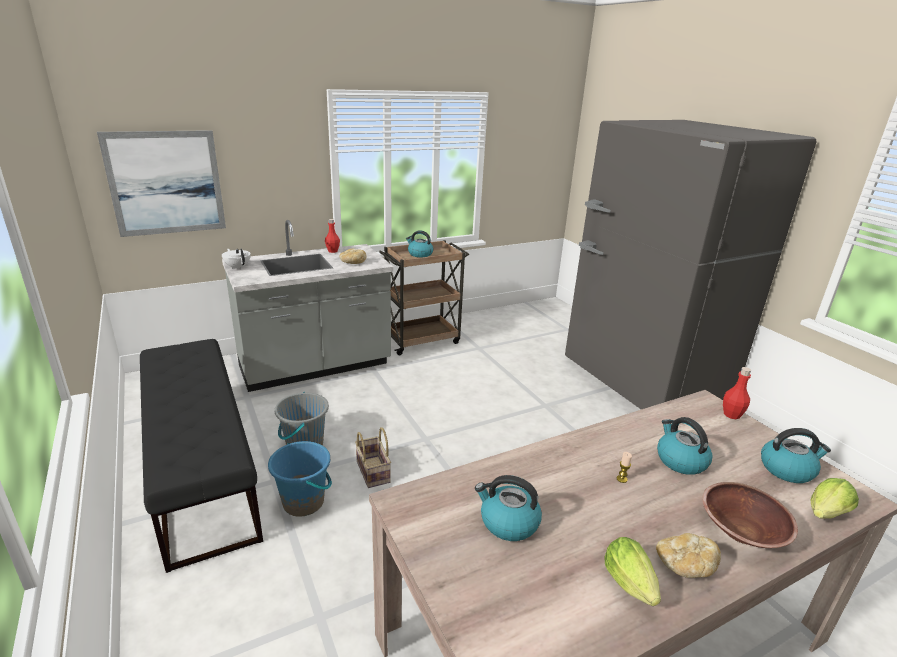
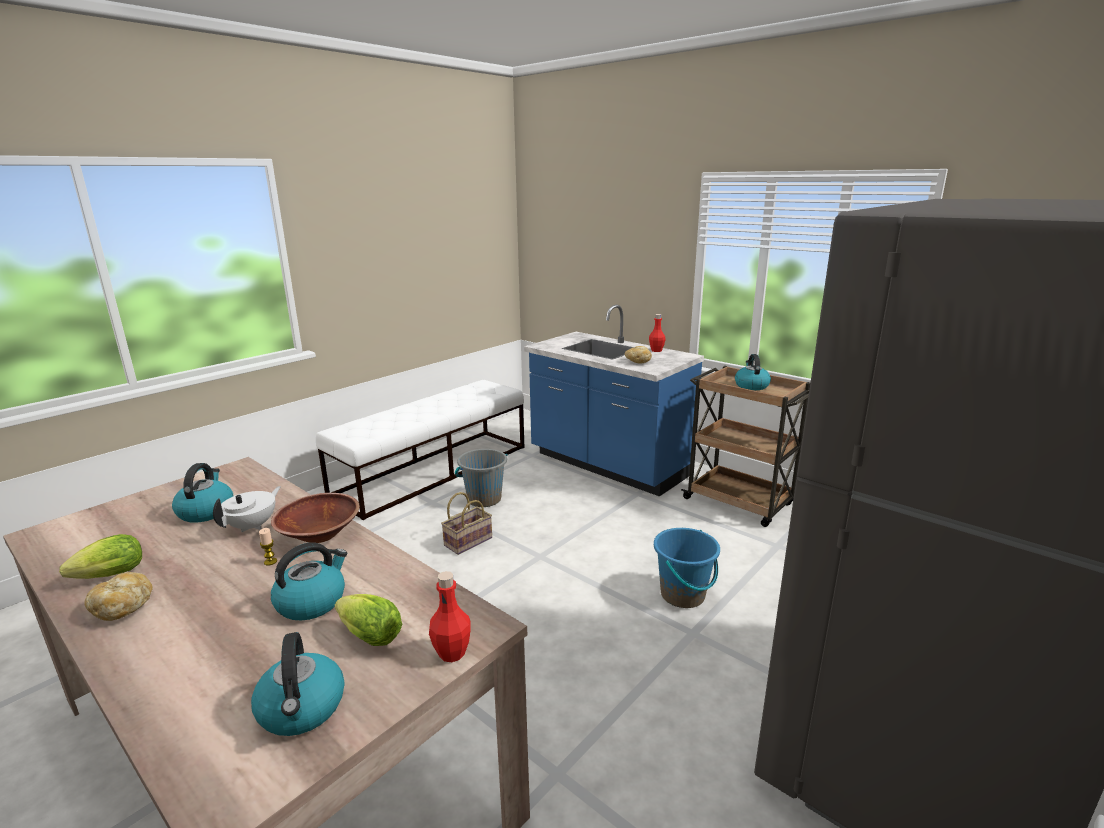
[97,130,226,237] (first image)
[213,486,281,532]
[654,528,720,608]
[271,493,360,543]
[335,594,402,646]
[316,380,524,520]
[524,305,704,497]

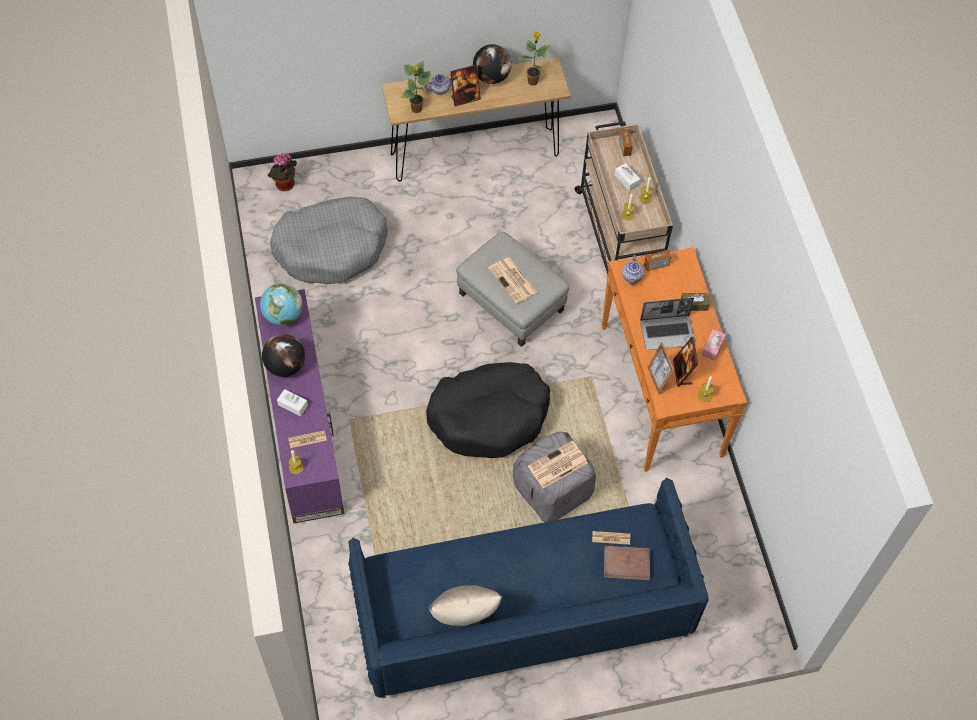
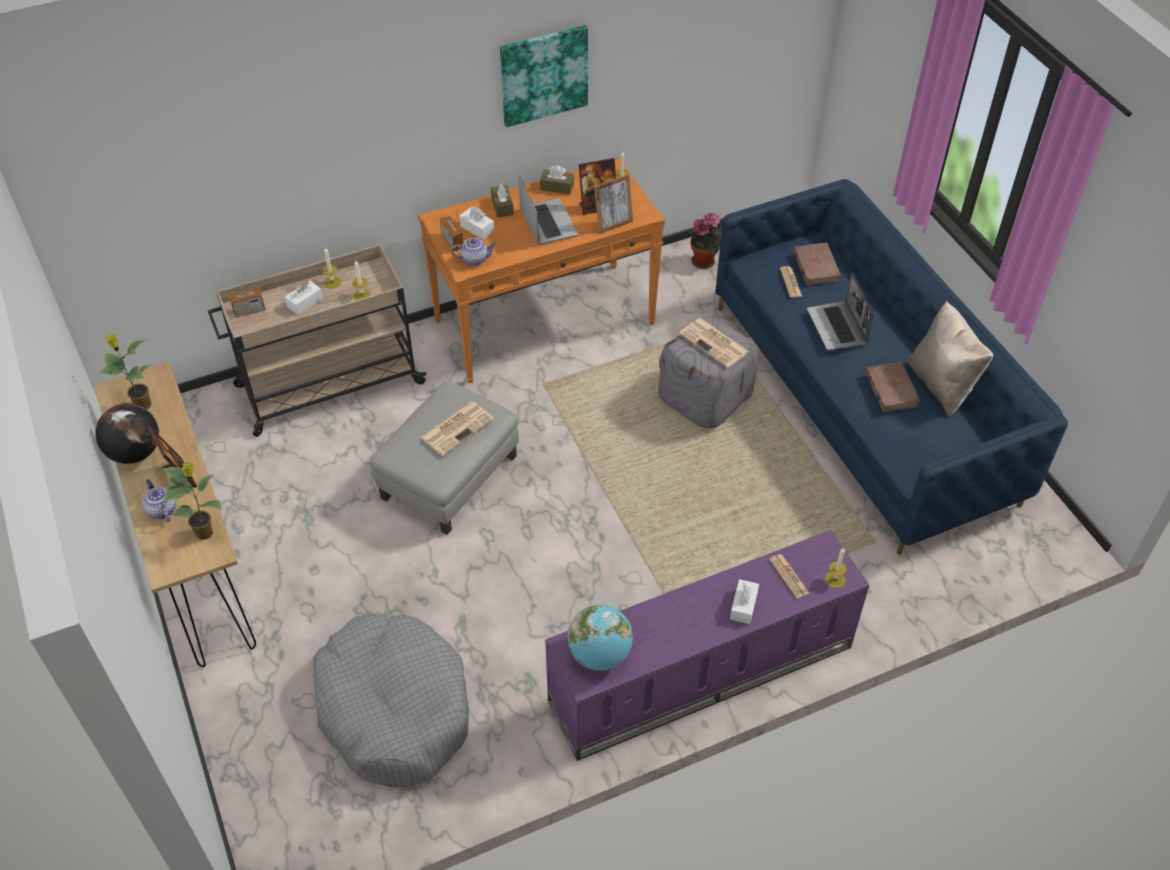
[262,334,305,377] (first image)
[426,362,550,458] (first image)
[459,207,494,240]
[500,25,588,127]
[807,273,874,350]
[865,362,920,412]
[689,213,722,269]
[540,165,574,194]

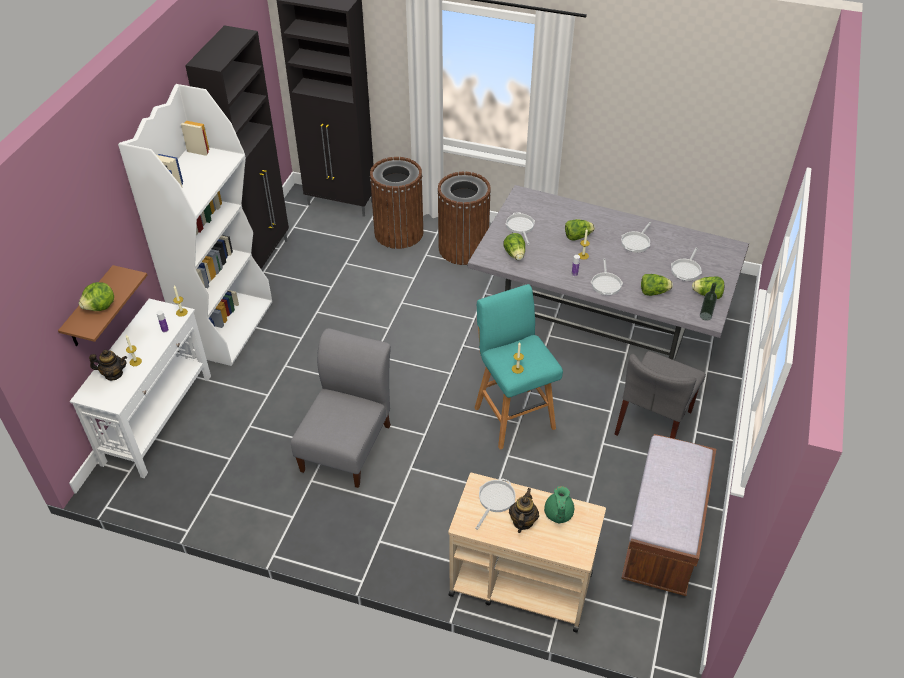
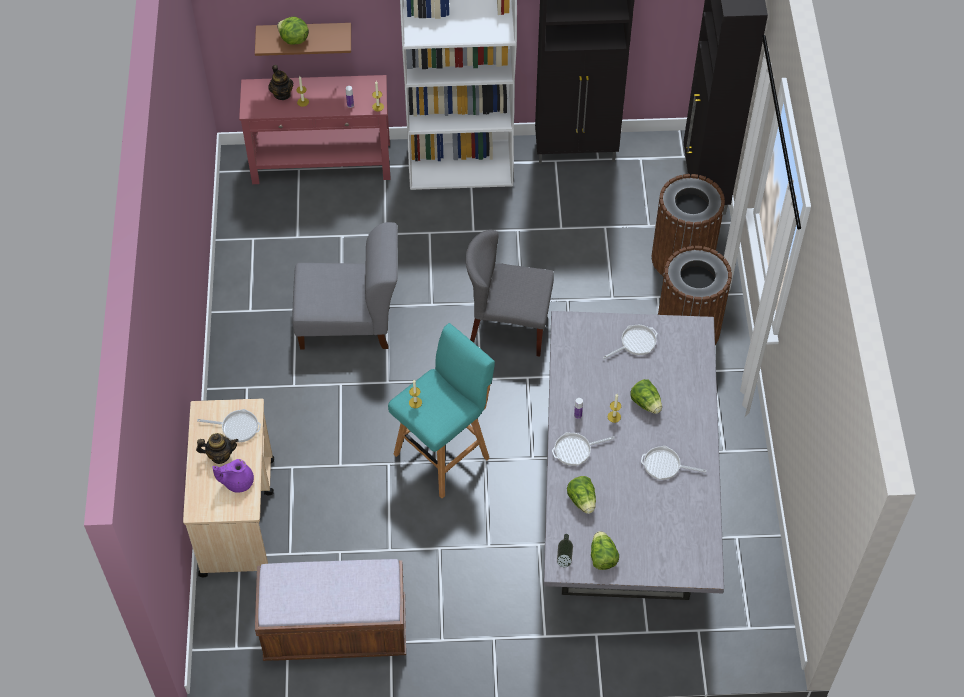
[503,233,525,260] (first image)
[671,247,702,281] (first image)
[466,230,554,357]
[239,75,390,184]
[212,459,254,493]

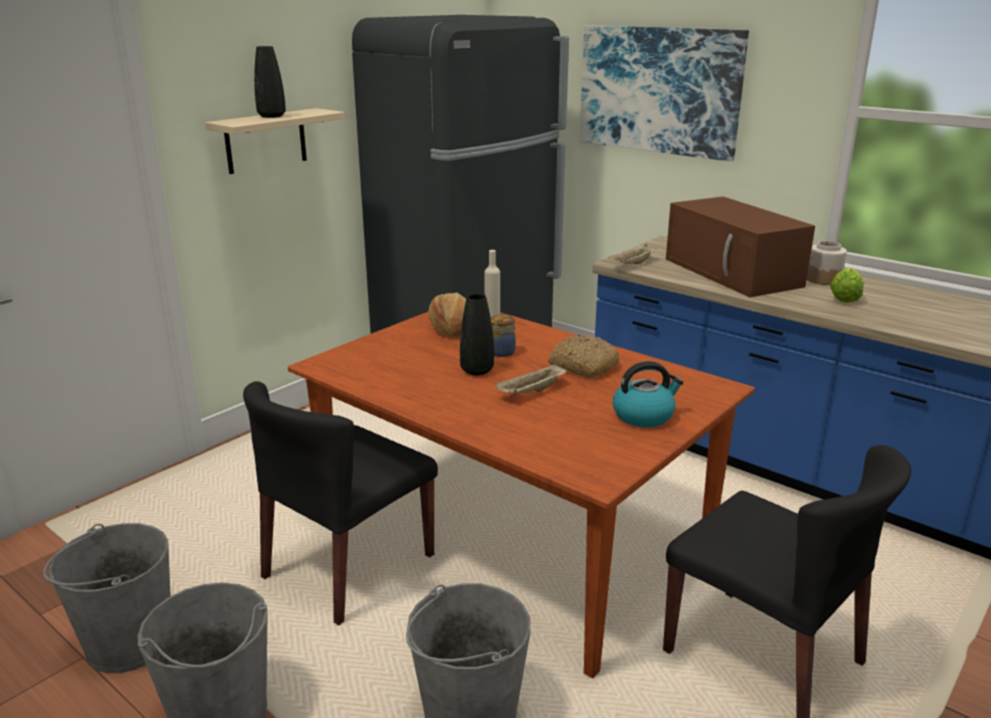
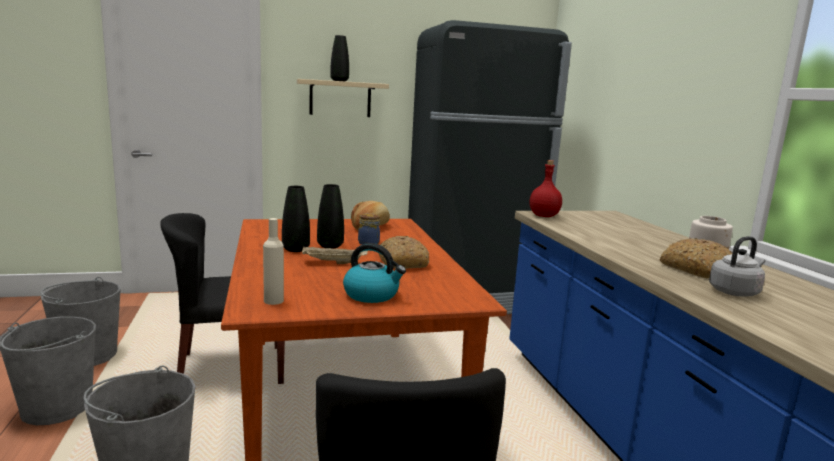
[580,25,749,162] (first image)
[666,197,815,297] (first image)
[282,186,310,252]
[709,236,765,296]
[263,218,284,305]
[530,160,562,217]
[660,238,732,278]

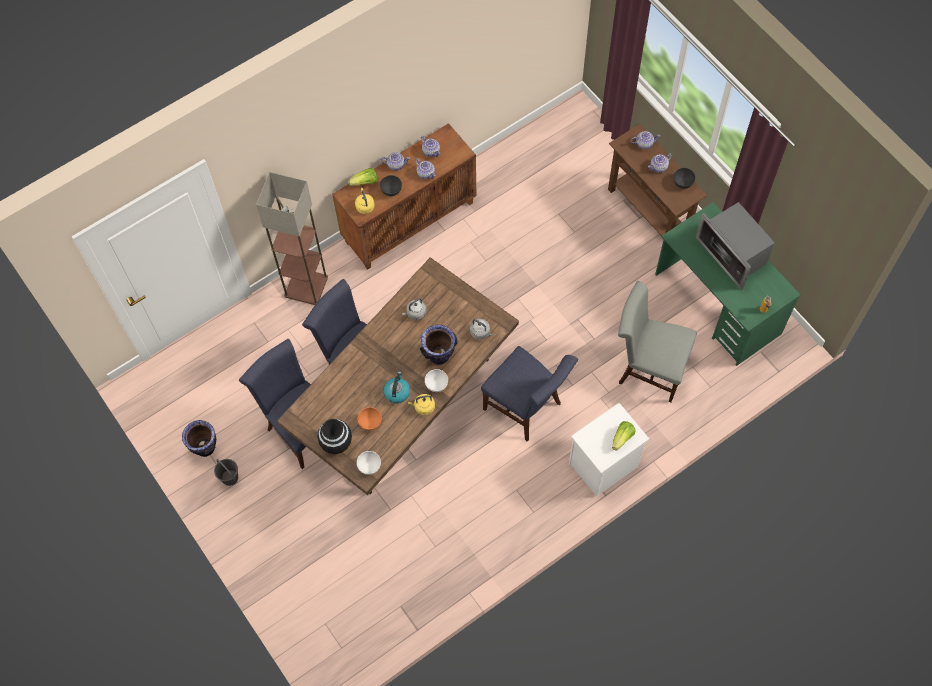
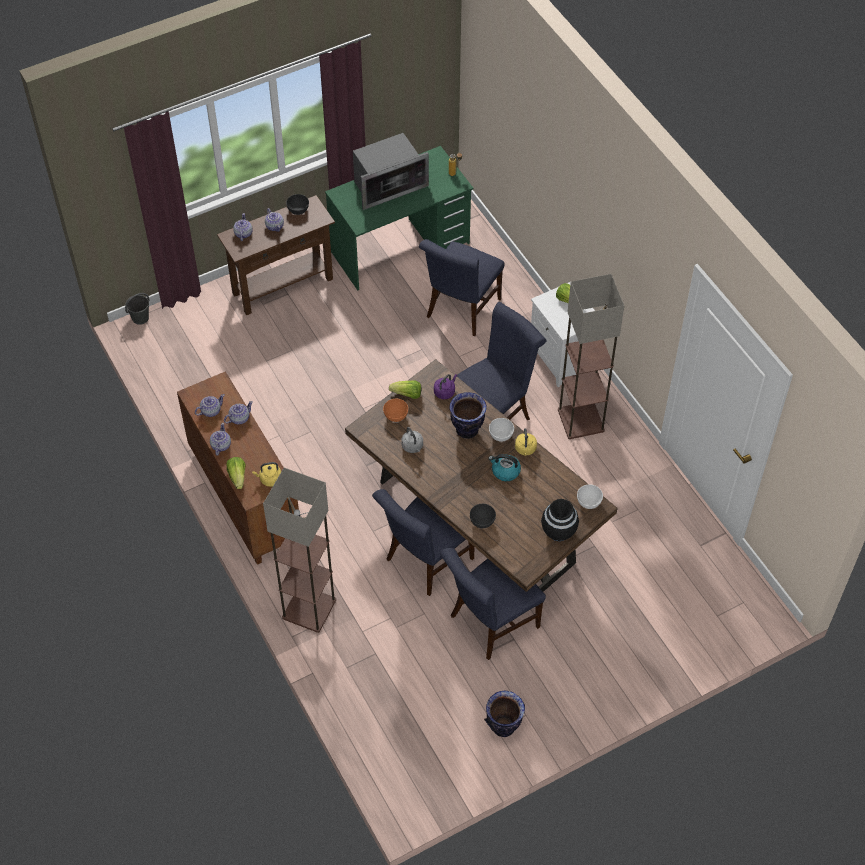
[389,381,421,399]
[558,274,624,439]
[125,293,149,325]
[383,399,408,422]
[470,504,496,528]
[434,374,457,399]
[419,239,505,336]

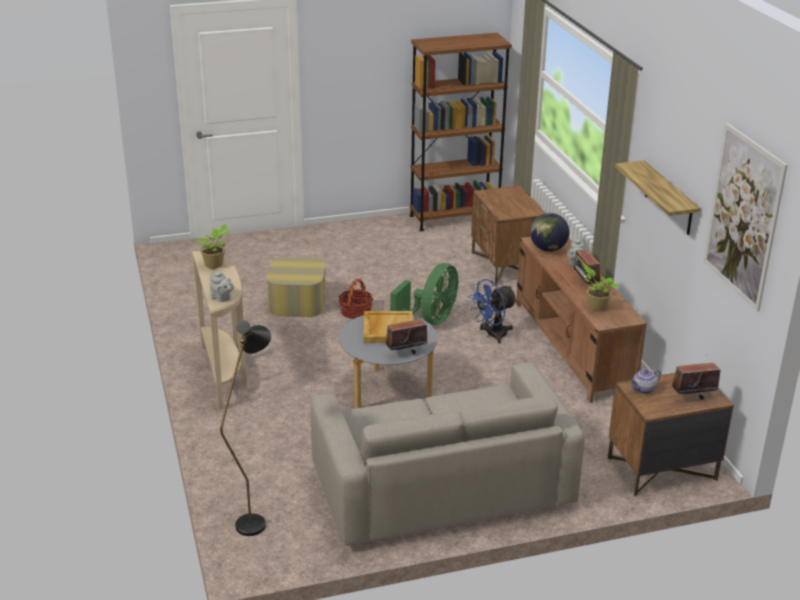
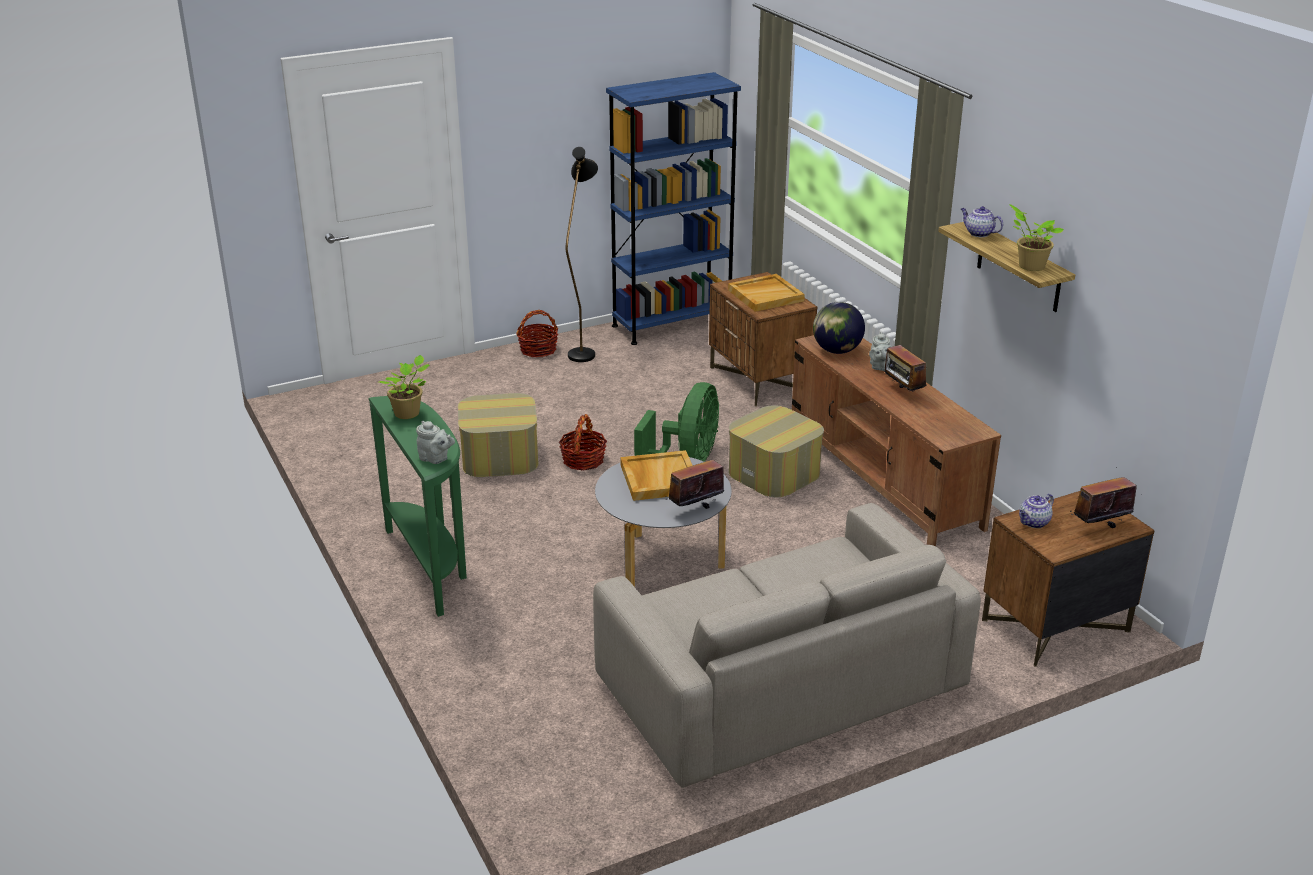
[704,123,788,312] (first image)
[516,310,558,358]
[728,274,805,312]
[961,206,1003,237]
[566,147,598,362]
[1009,204,1064,271]
[728,405,824,497]
[368,396,467,617]
[606,72,741,345]

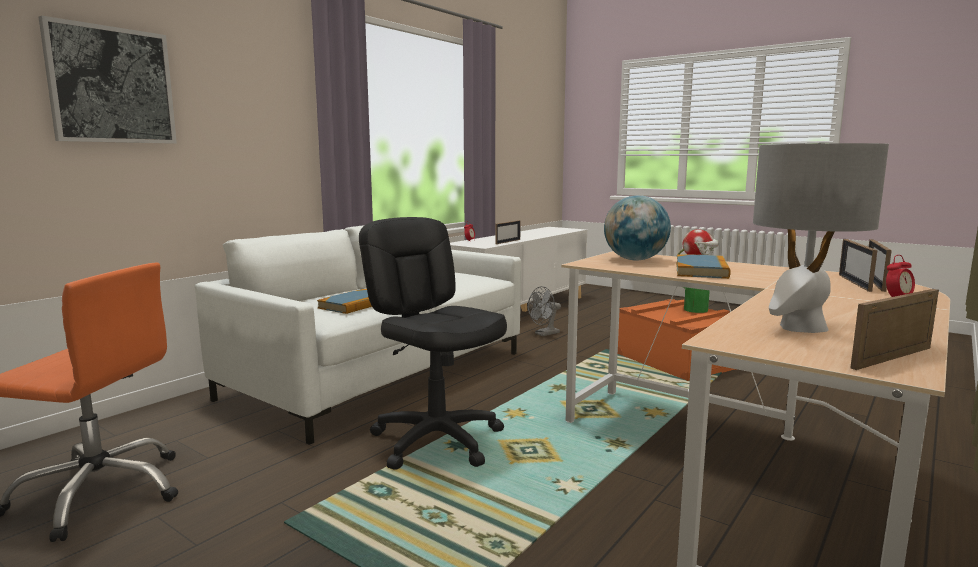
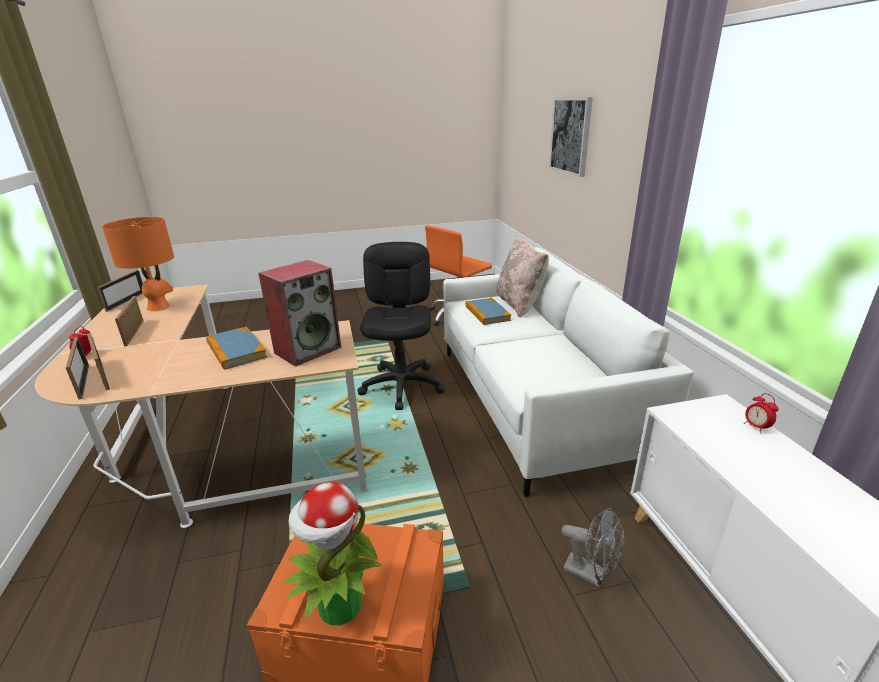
[496,237,549,318]
[115,296,143,346]
[258,260,341,367]
[102,217,174,311]
[357,242,445,410]
[561,508,624,588]

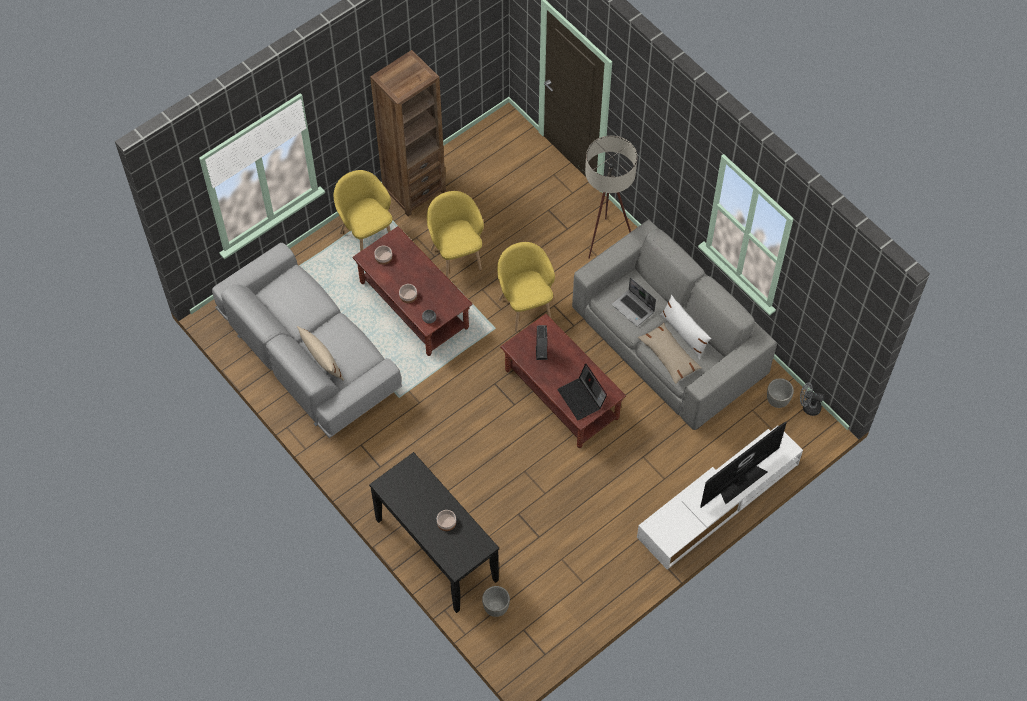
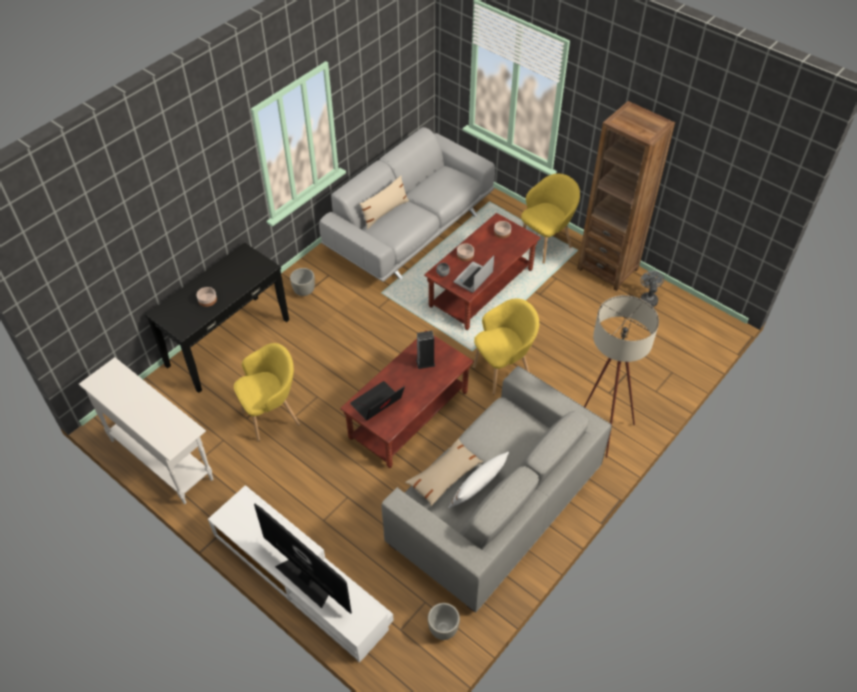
[79,357,213,504]
[234,343,300,441]
[290,268,315,296]
[453,256,494,293]
[640,271,664,307]

